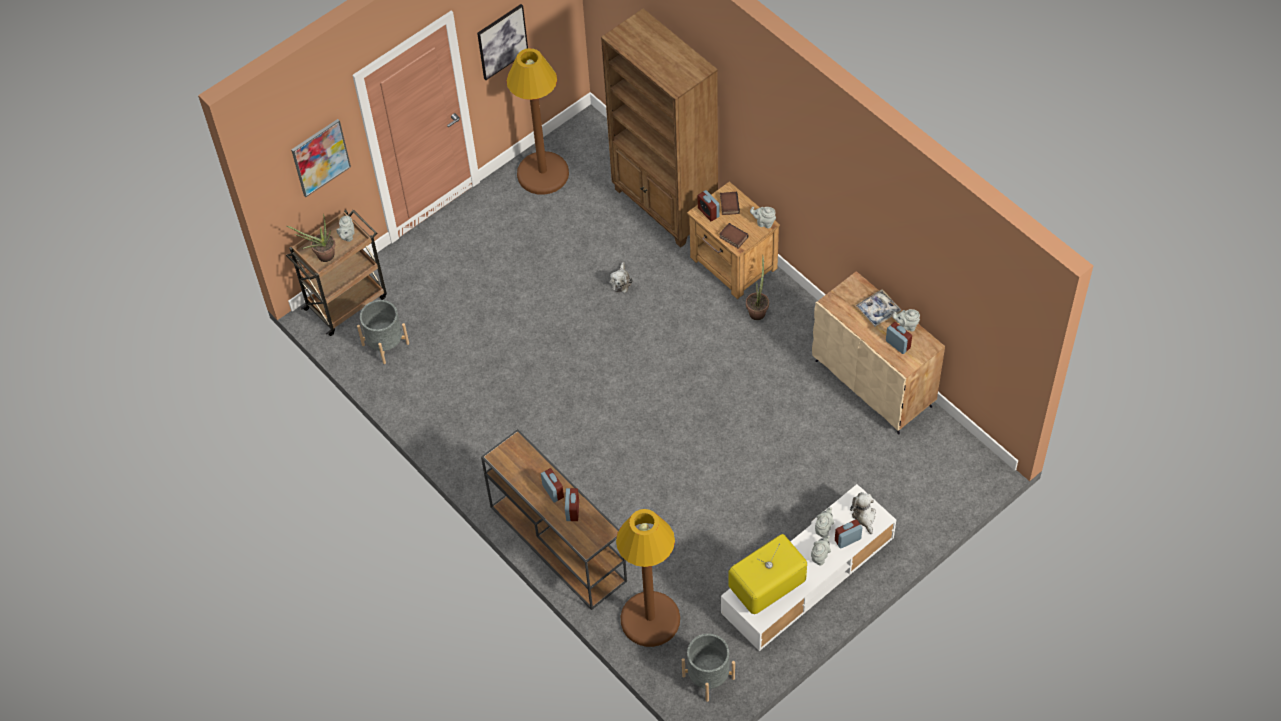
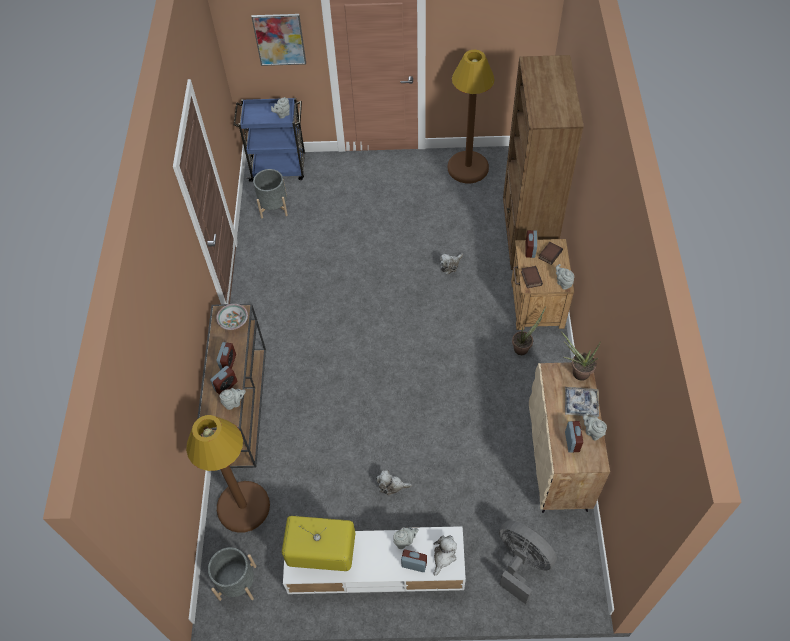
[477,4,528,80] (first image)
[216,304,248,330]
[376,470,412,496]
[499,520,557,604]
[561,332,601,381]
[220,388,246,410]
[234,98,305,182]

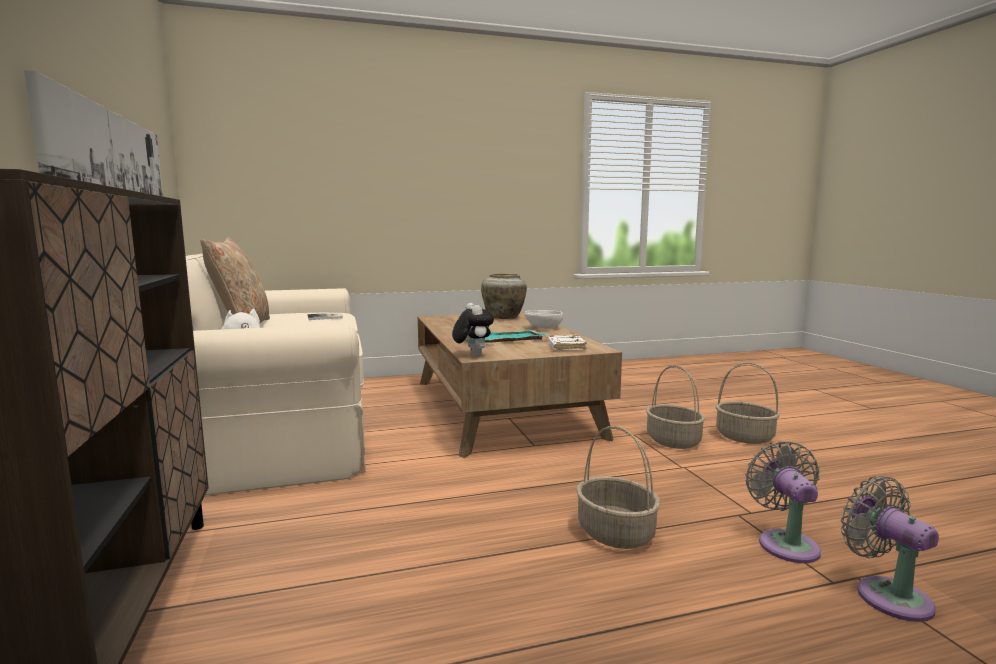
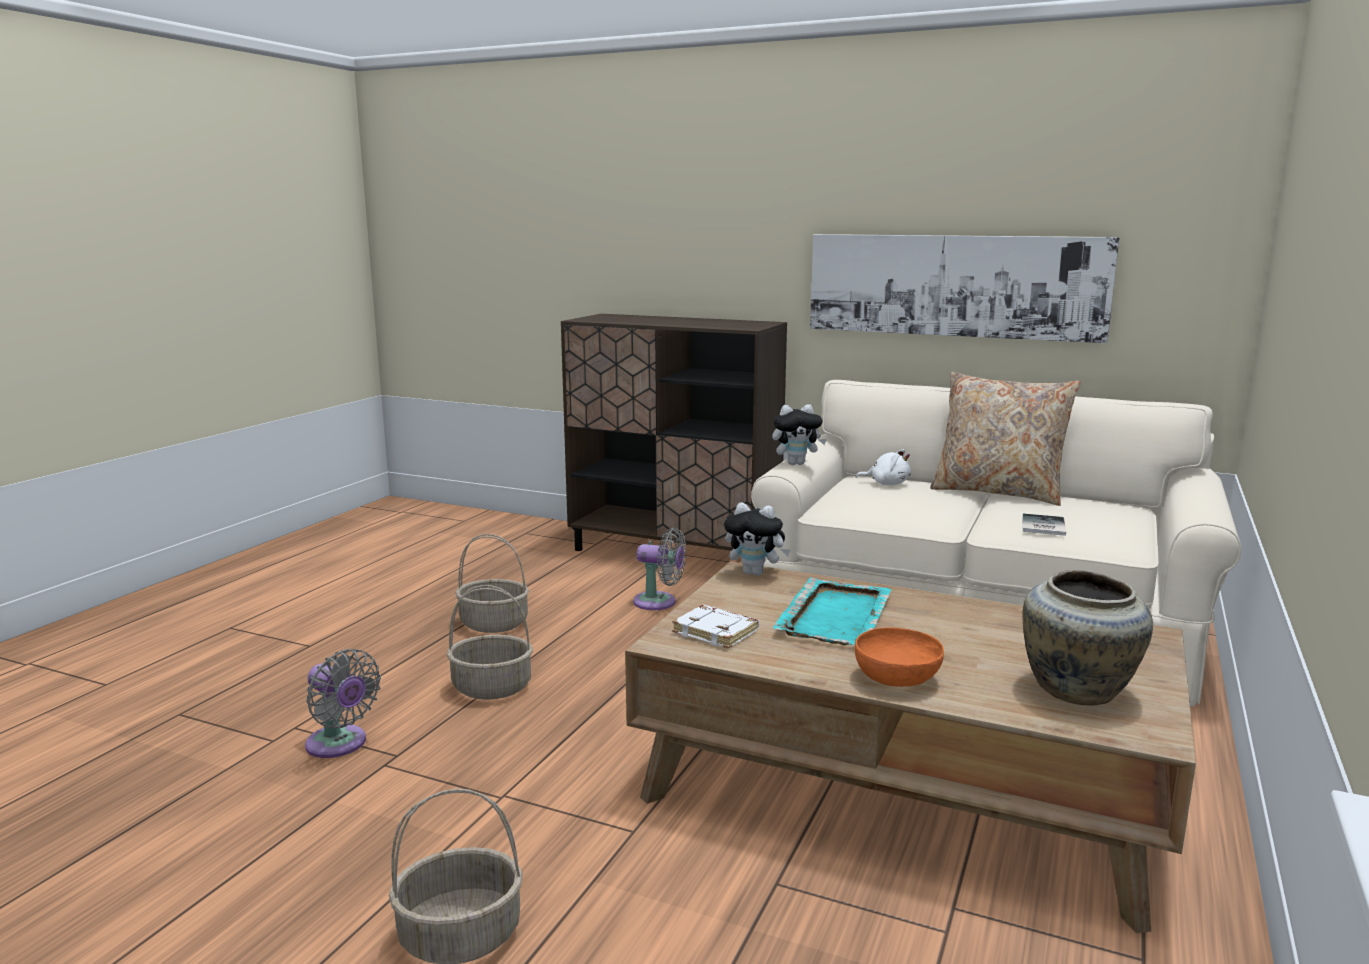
[772,404,827,465]
[455,534,529,633]
[633,528,687,610]
[855,628,944,687]

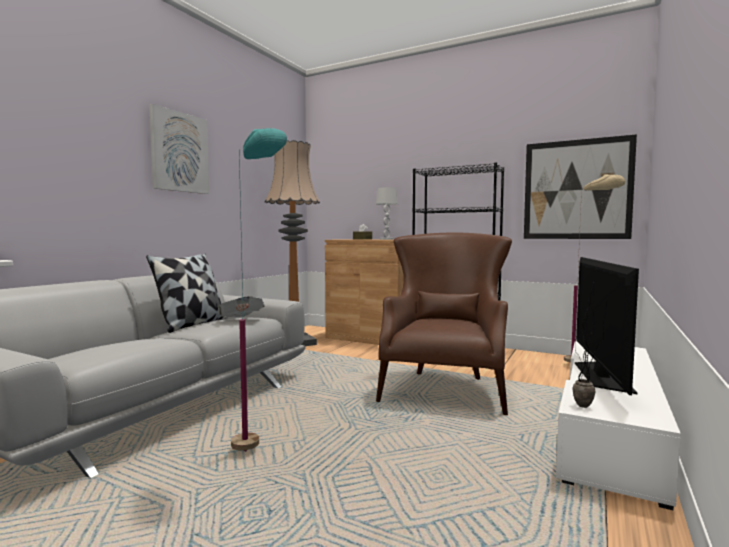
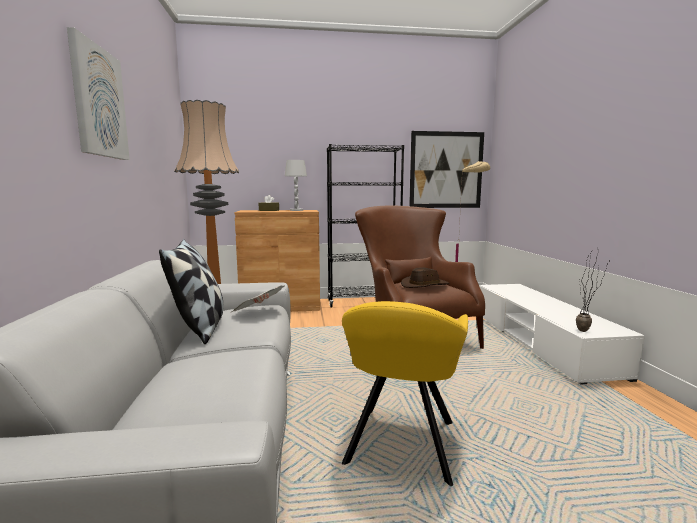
[575,257,639,395] (first image)
[401,268,449,288]
[342,301,468,486]

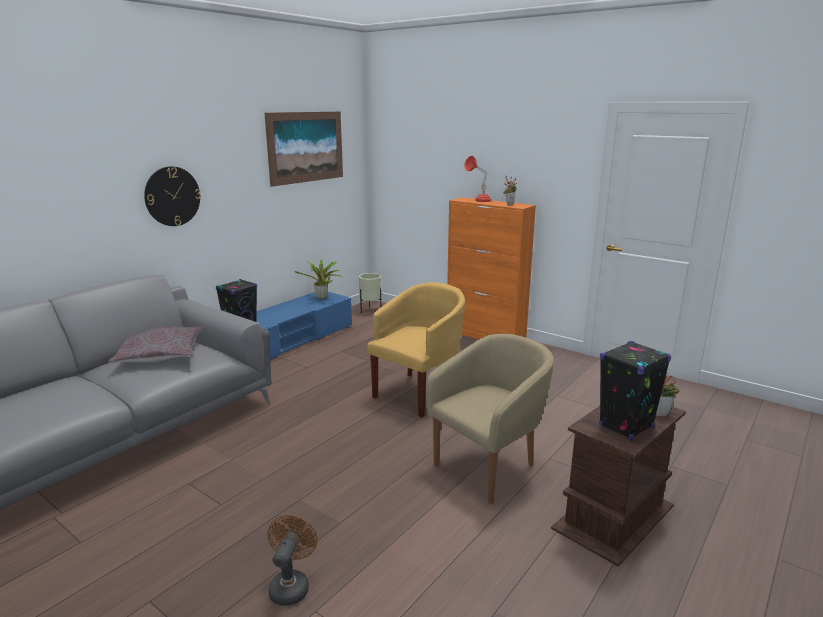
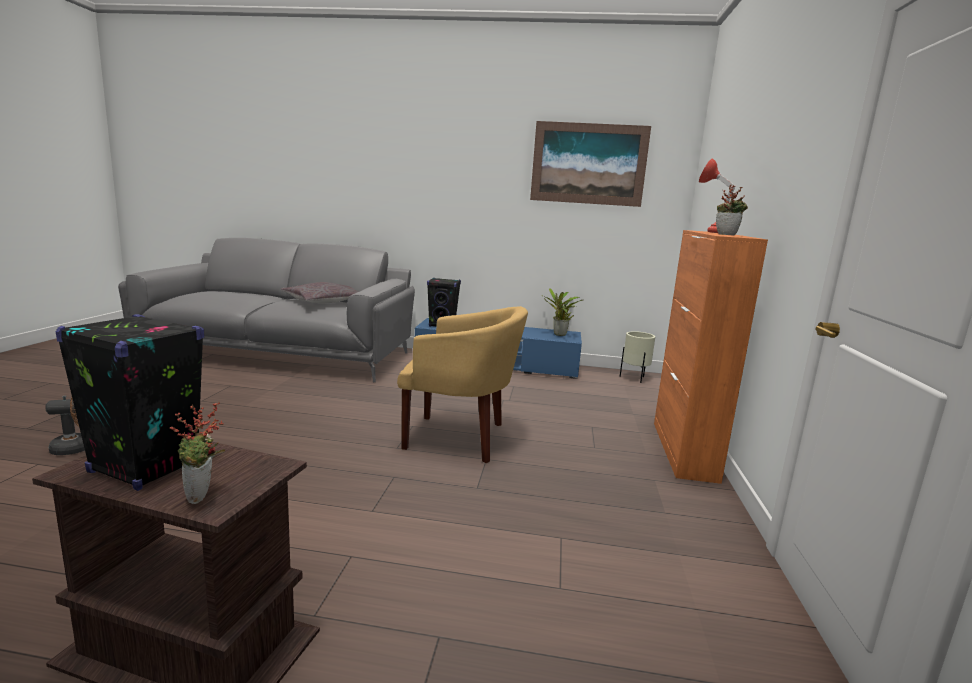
[144,166,201,226] (first image)
[426,334,554,504] (first image)

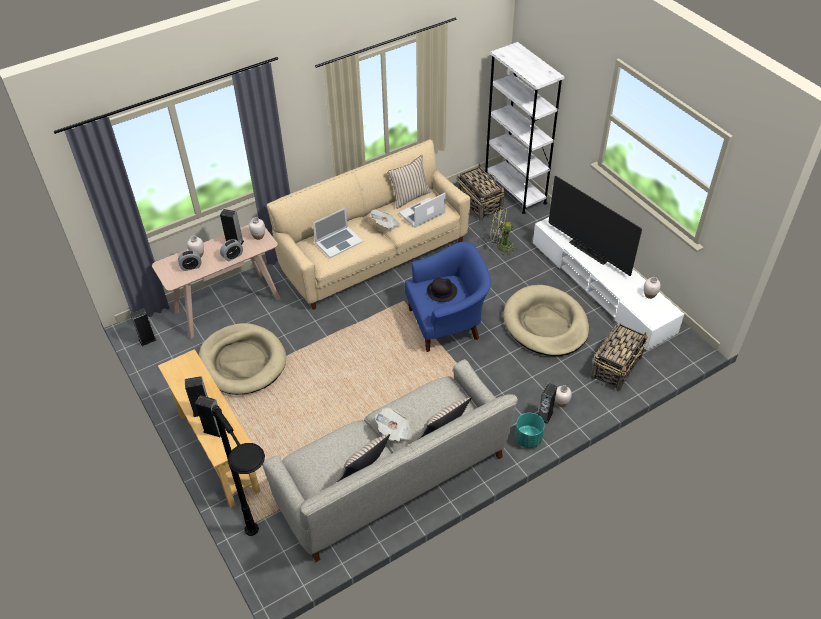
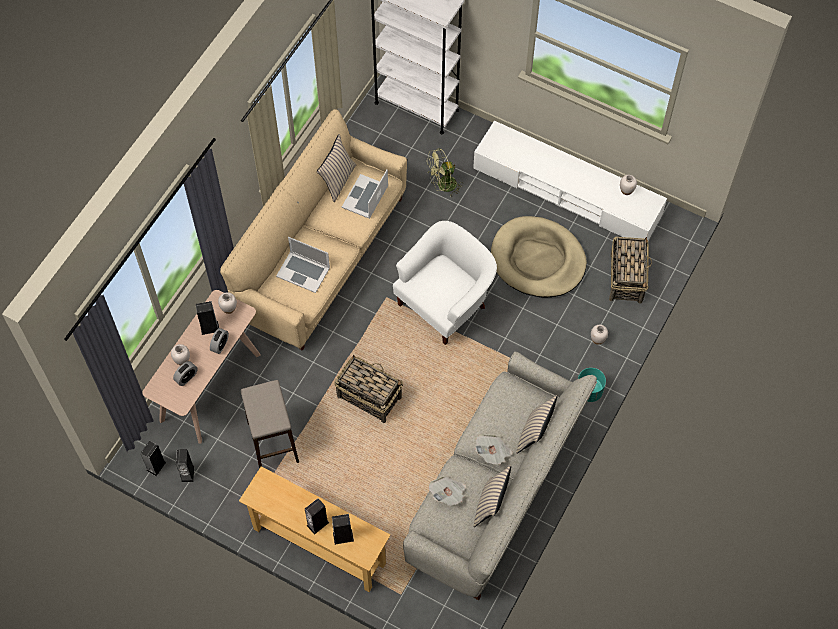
[212,405,265,536] (first image)
[427,278,457,302] (first image)
[549,176,642,276] (first image)
[429,476,466,506]
[334,355,403,423]
[176,449,194,482]
[241,380,299,469]
[393,221,497,345]
[276,237,330,293]

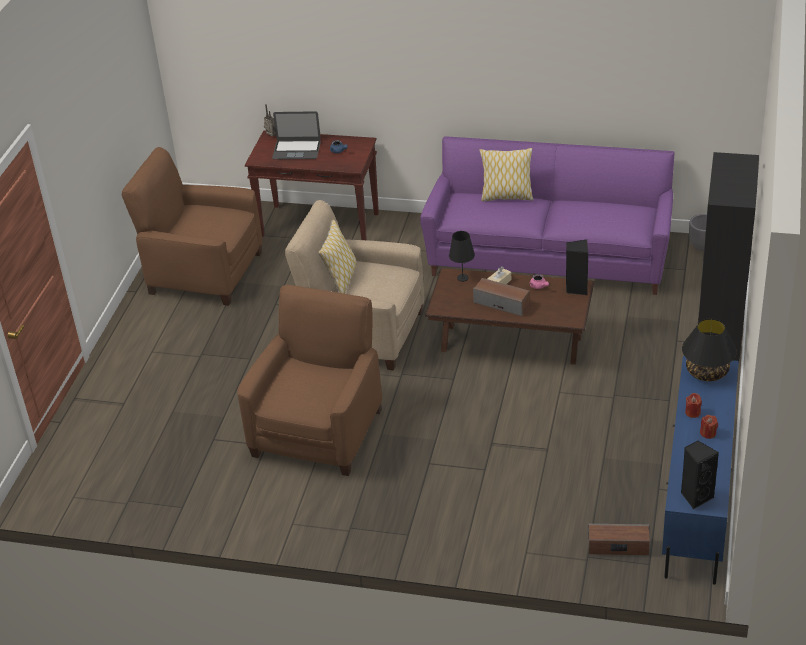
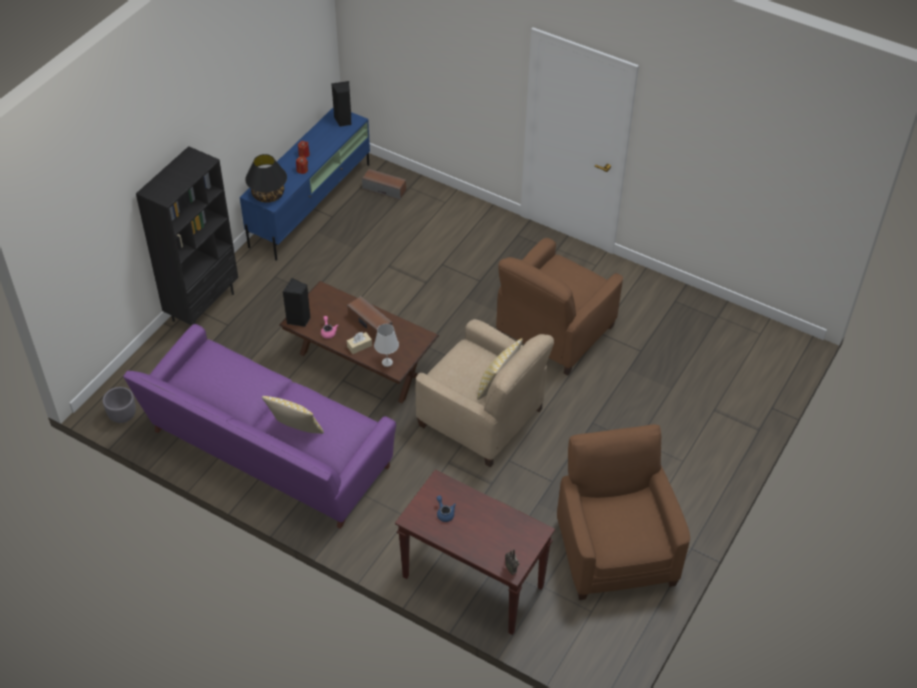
[272,111,321,159] (first image)
[374,324,399,367]
[557,424,690,600]

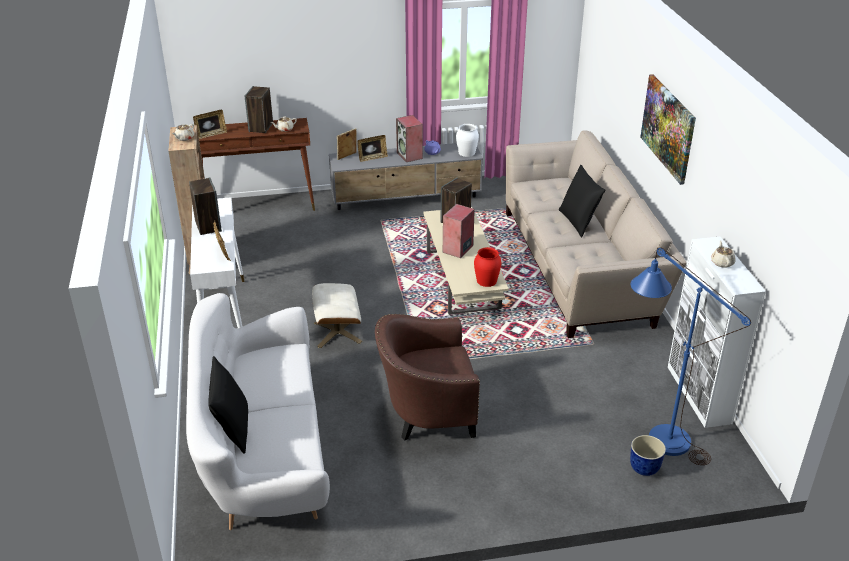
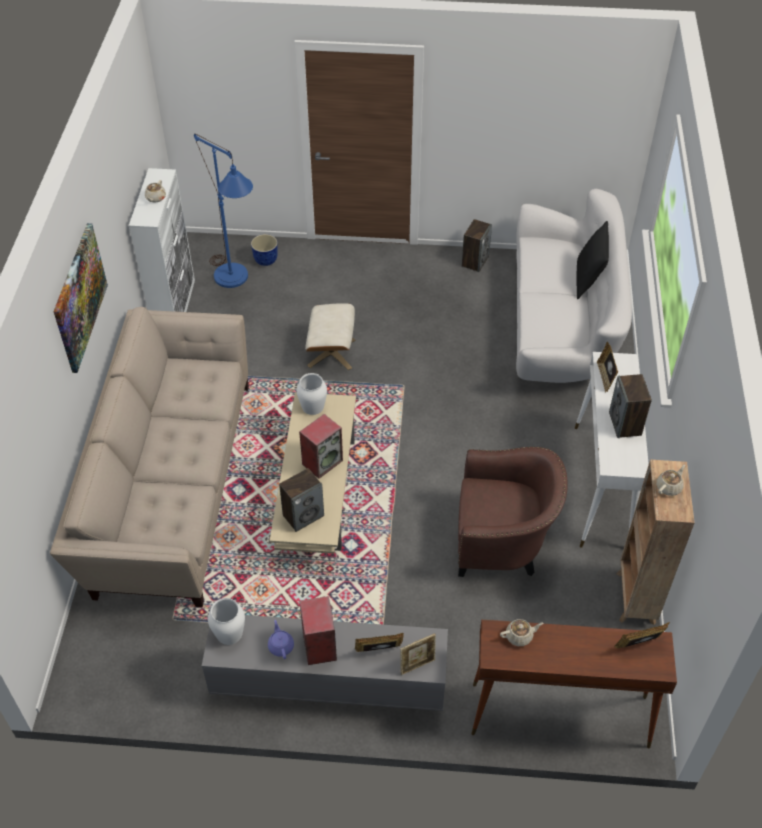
[559,165,605,237] (first image)
[462,219,492,272]
[305,303,356,370]
[458,447,568,577]
[297,373,327,415]

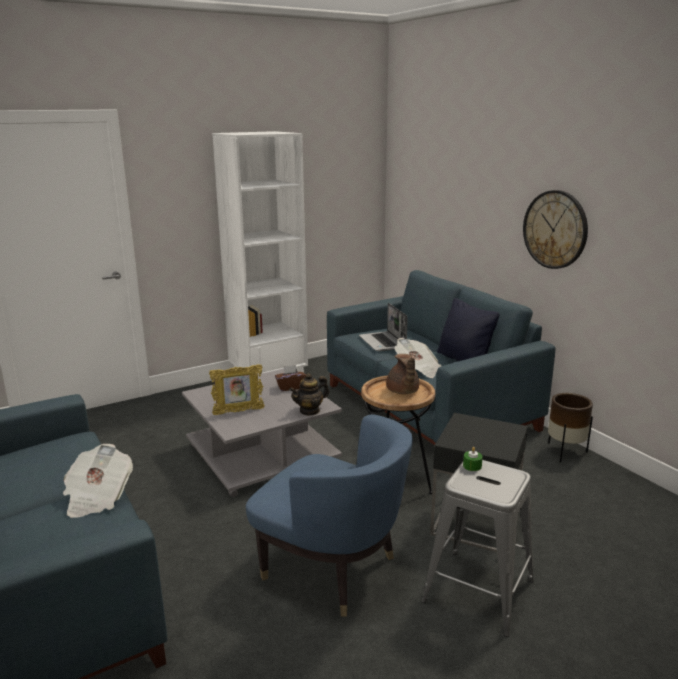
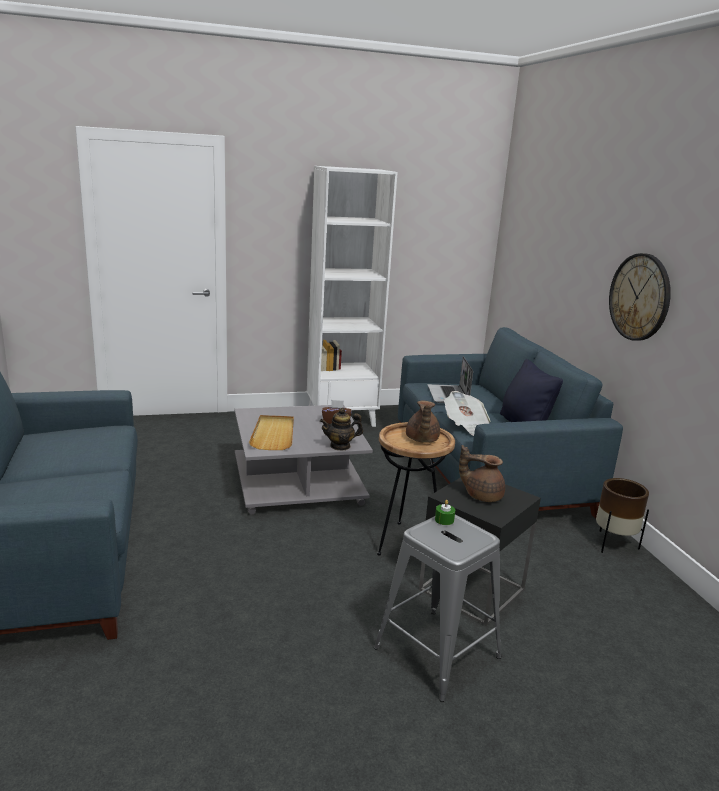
[63,444,133,518] (first image)
[246,415,413,617] (first image)
[459,445,505,502]
[249,415,294,450]

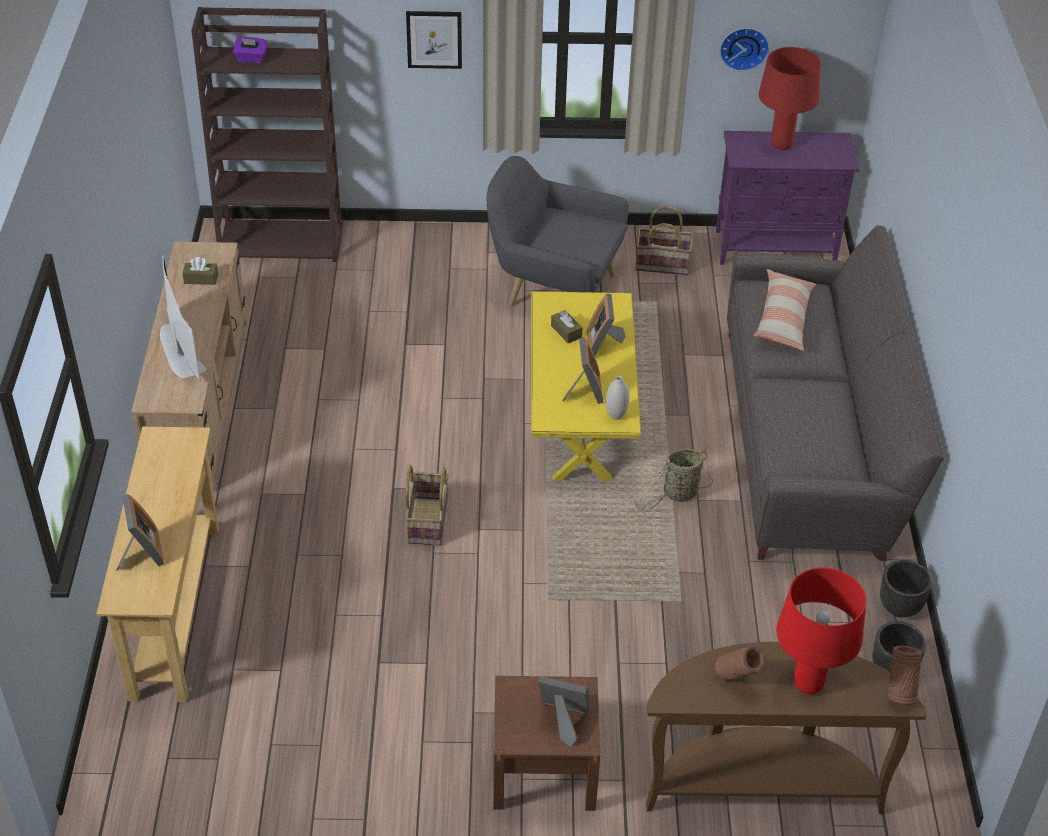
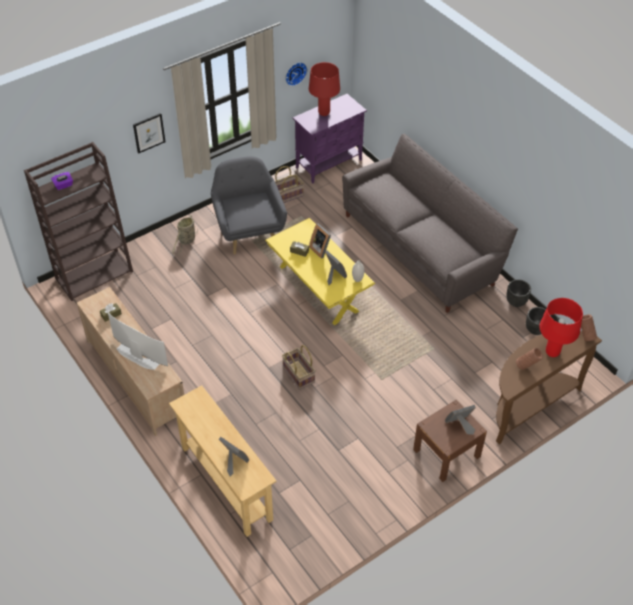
[754,269,816,351] (first image)
[172,215,198,255]
[211,156,287,255]

